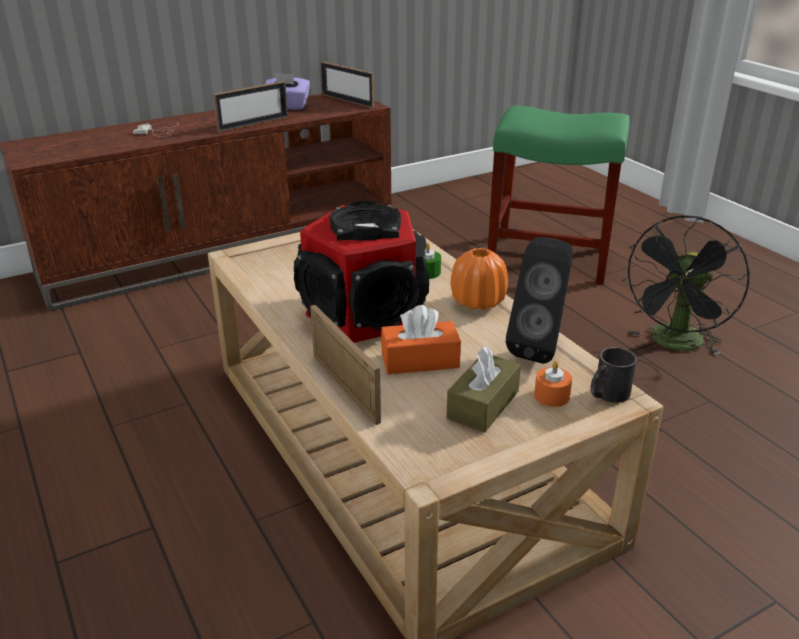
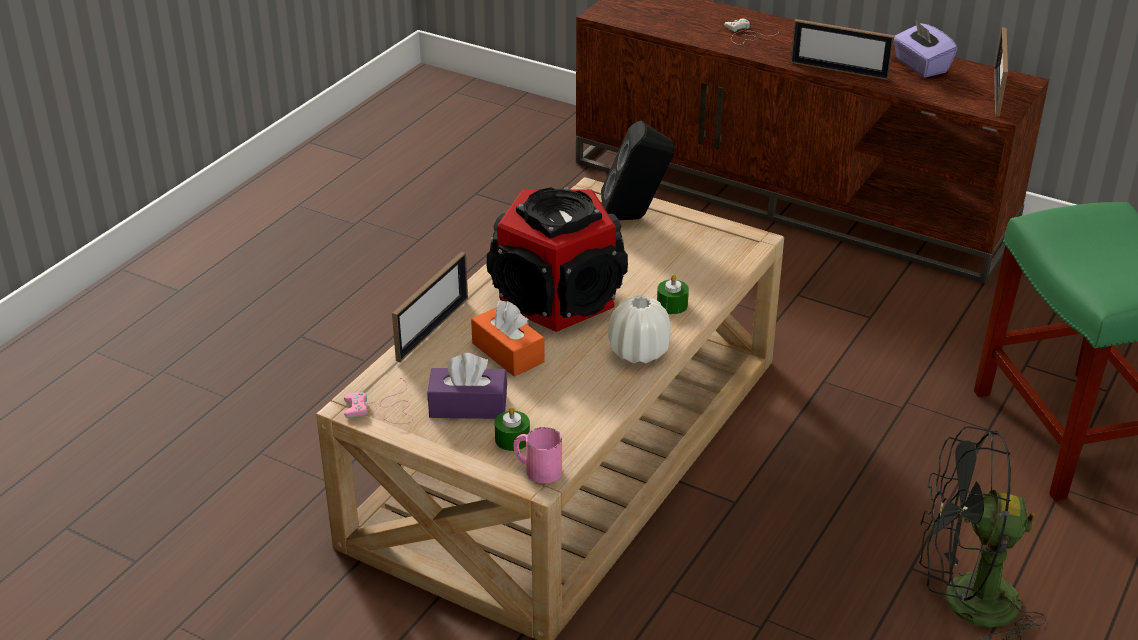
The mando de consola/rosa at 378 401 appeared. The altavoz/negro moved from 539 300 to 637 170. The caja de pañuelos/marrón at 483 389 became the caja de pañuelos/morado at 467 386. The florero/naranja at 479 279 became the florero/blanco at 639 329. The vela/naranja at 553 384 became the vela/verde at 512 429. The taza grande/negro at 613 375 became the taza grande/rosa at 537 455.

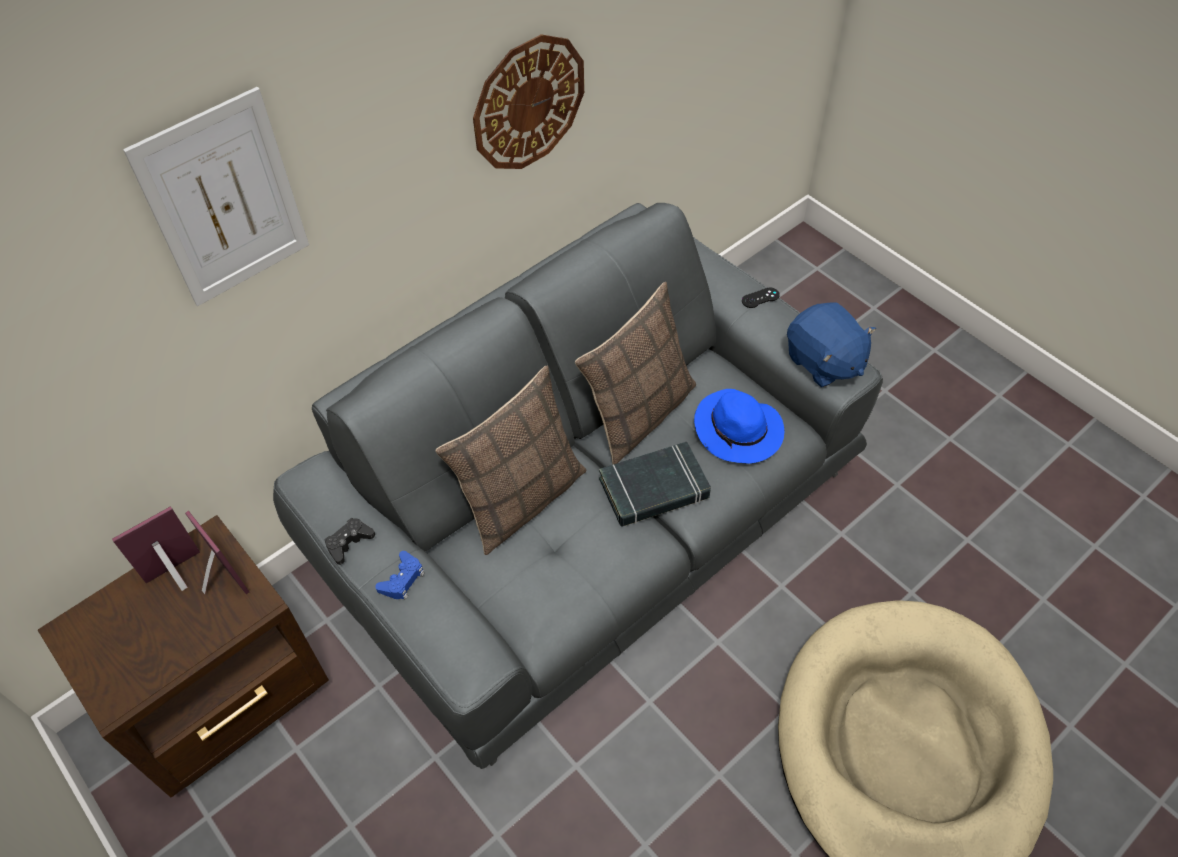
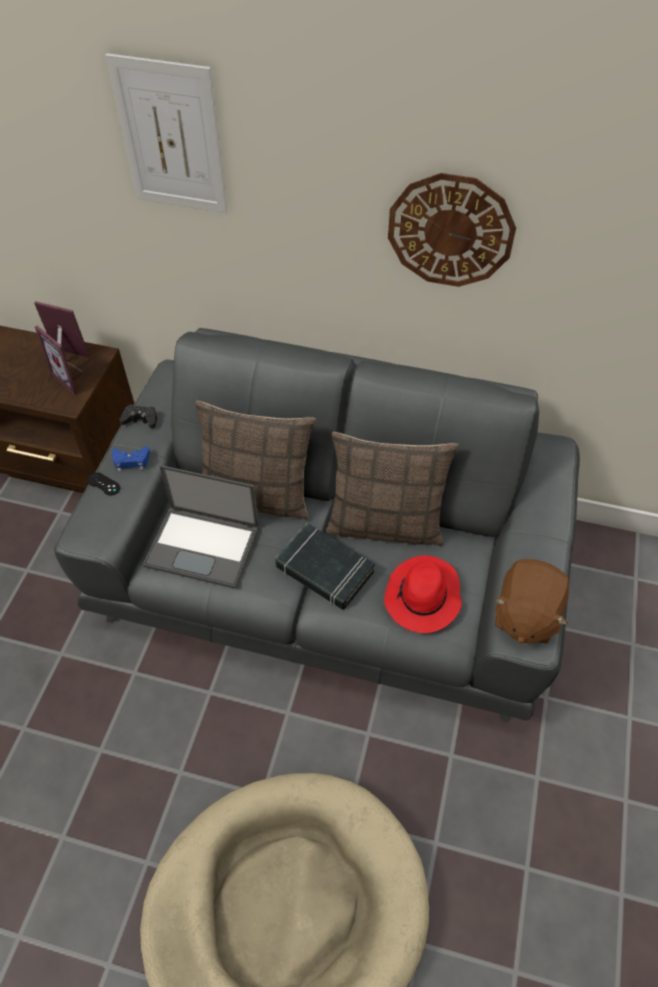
The portátil at 201 527 appeared. The mando de consola/negro moved from 761 298 to 103 484. The sombrero/azul at 739 426 became the sombrero/rojo at 423 594. The peluche/azul at 831 344 became the peluche/marrón at 532 601. The portarretratos at 217 552 turned 120 degrees clockwise.

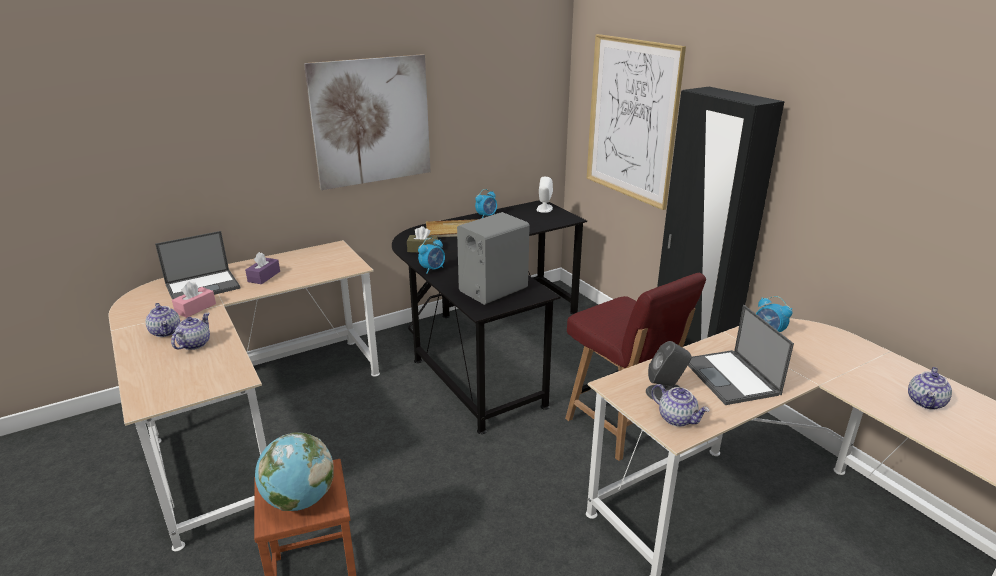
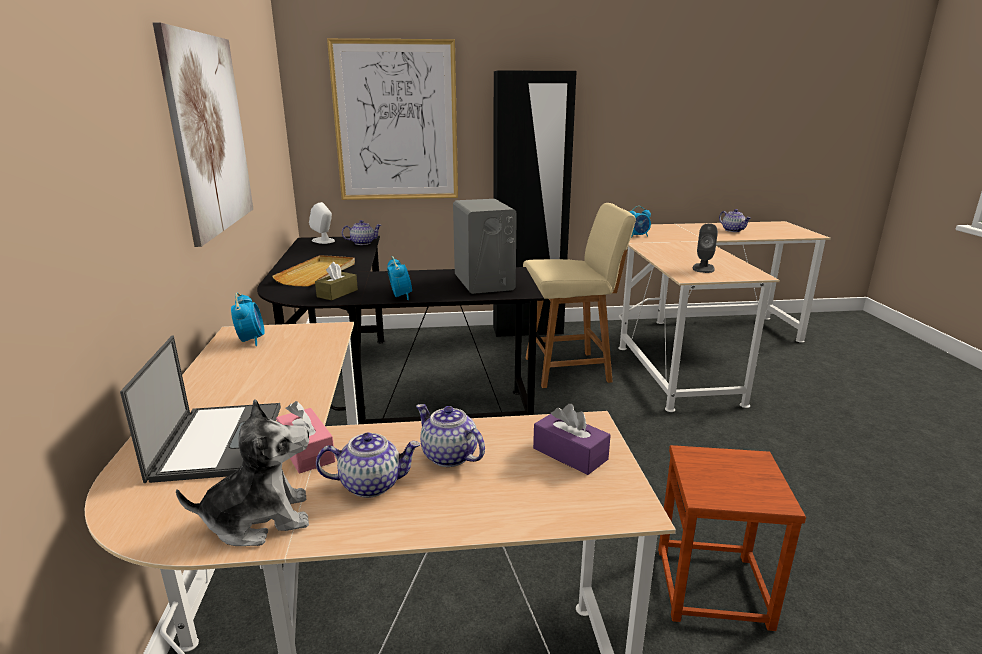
The globo terráqueo at 294 472 disappeared. The portátil at 741 355 disappeared. The peluche at 242 472 appeared. The caja de pañuelos/morado moved from 262 268 to 572 439. The despertador moved from 486 203 to 248 319. The tetera moved from 680 405 to 361 232. The silla/rojo at 635 367 became the silla/beis at 579 295.

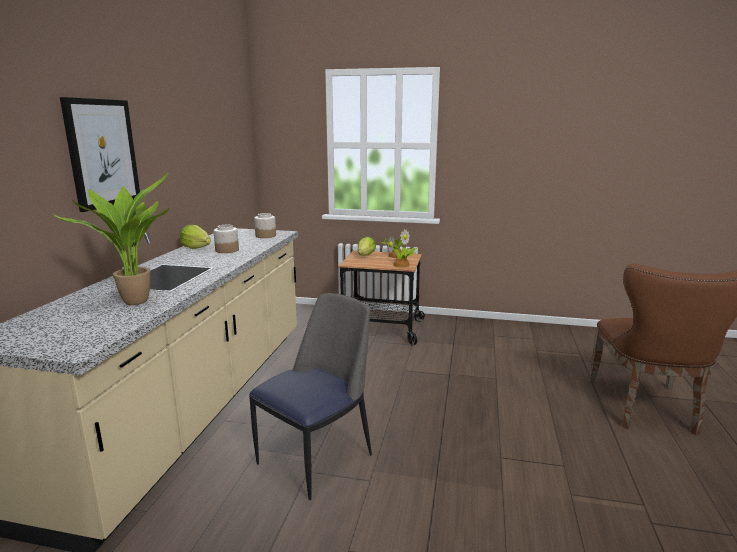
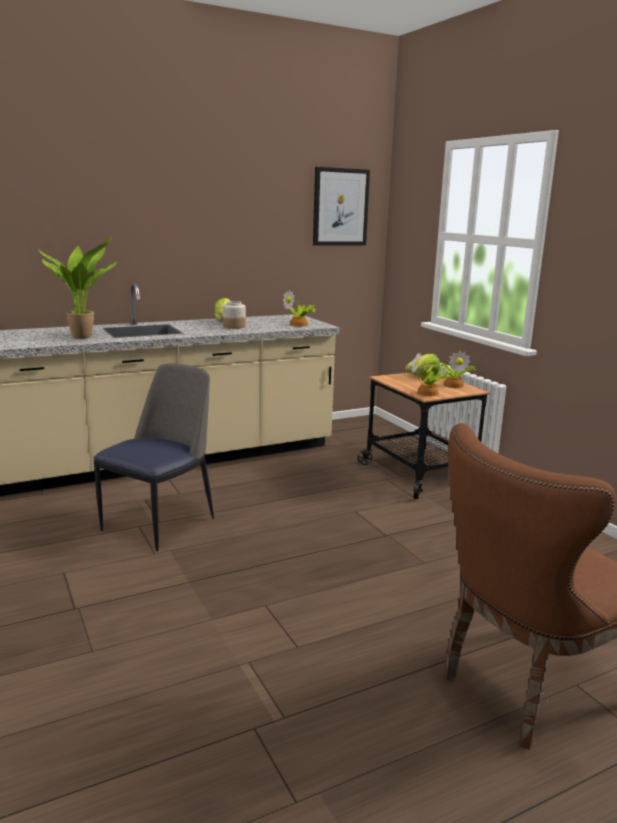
The cuadro moved from 100 154 to 341 206. The tarro at 265 225 was replaced by the planta en maceta at 299 308. The silla at 310 396 turned 60 degrees counterclockwise.

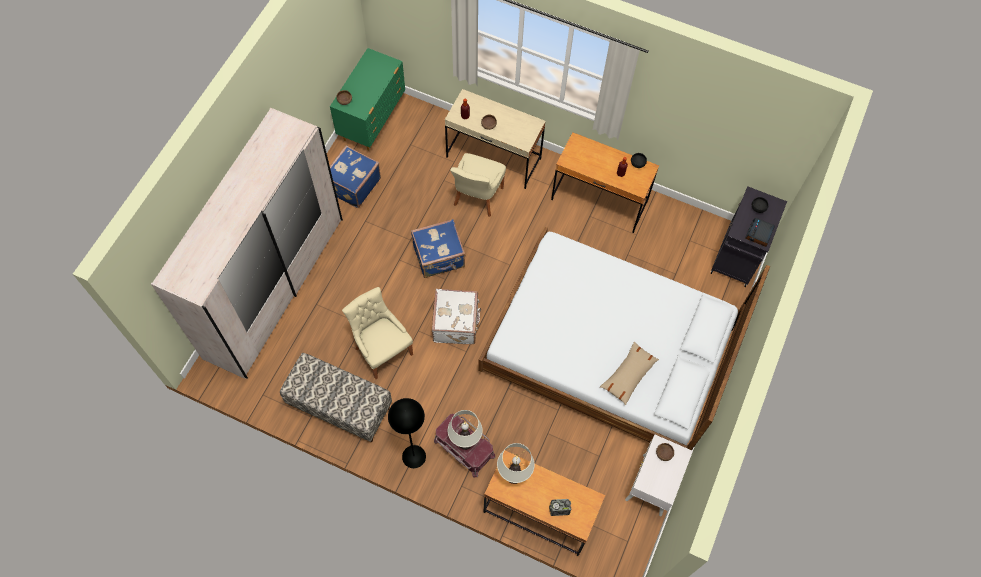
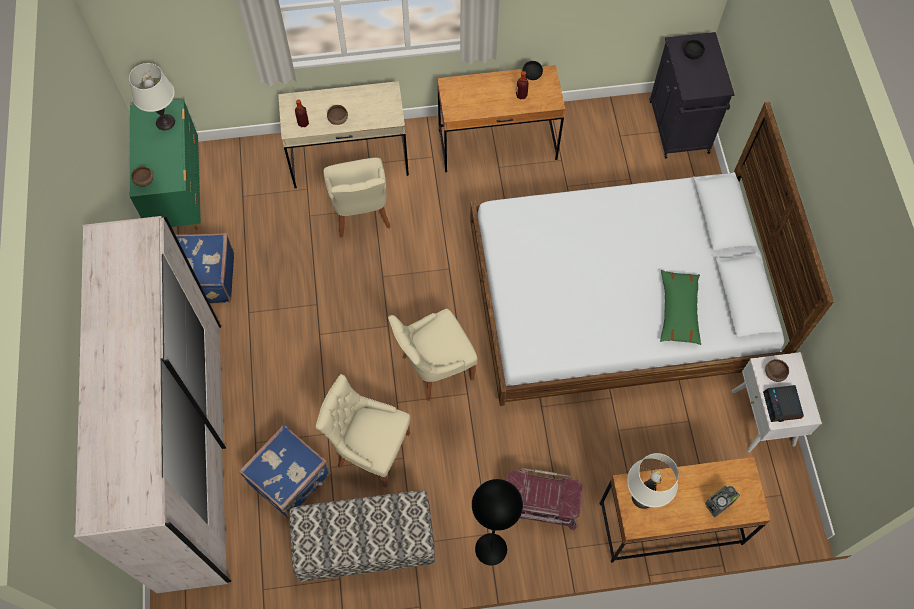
The maleta/azul moved from 438 248 to 285 472. The lámpara de mesa/blanco moved from 465 430 to 152 96. The despertador moved from 760 232 to 783 403. The maleta/blanco at 456 317 was replaced by the silla/beis at 433 355. The cojín/beis at 629 373 became the cojín/verde at 680 307.

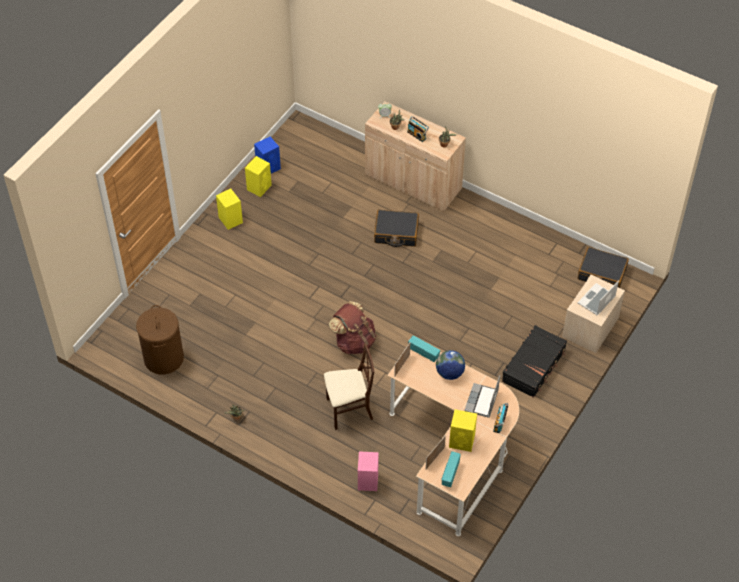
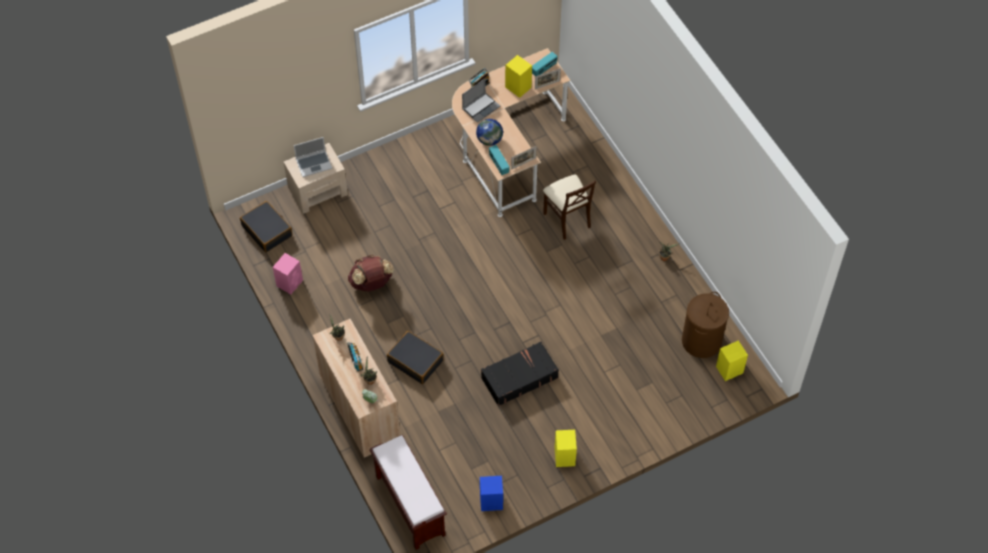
The banco/marrón at 408 492 appeared. The altavoz/amarillo moved from 258 176 to 732 360. The mochila/marrón moved from 352 328 to 371 273. The altavoz/rosa moved from 368 471 to 288 273. The maleta/negro moved from 534 361 to 520 373. The silla/beis at 349 386 turned 135 degrees counterclockwise.

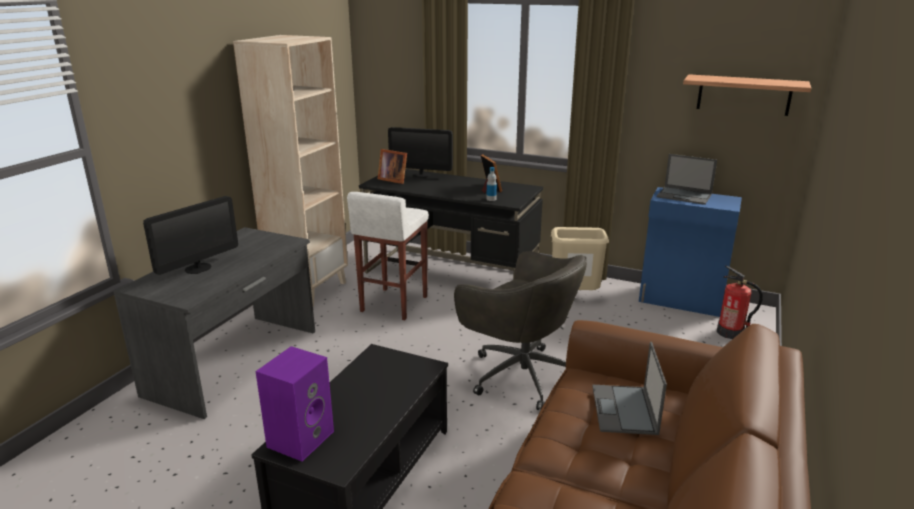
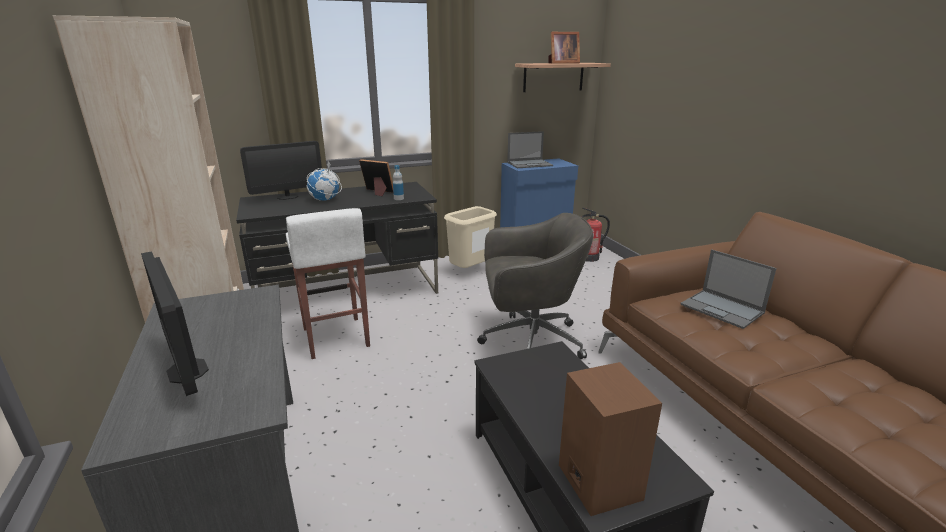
The globo terráqueo at 324 181 appeared. The portarretratos moved from 392 166 to 564 48. The altavoz/morado at 295 403 became the altavoz/marrón at 610 439. The monitor at 190 235 turned 150 degrees clockwise.

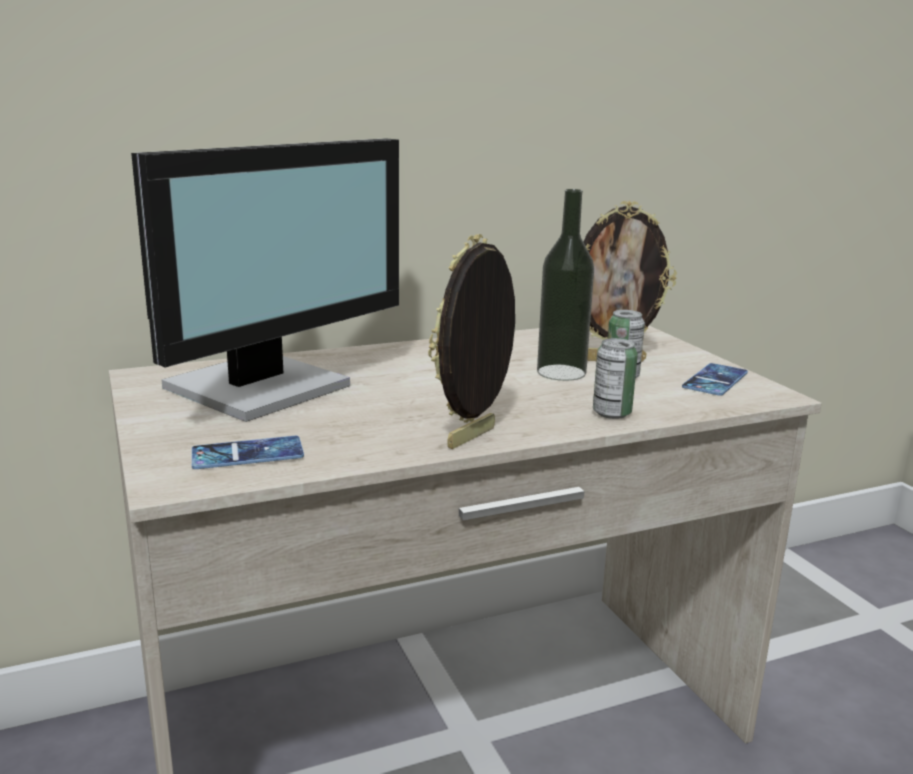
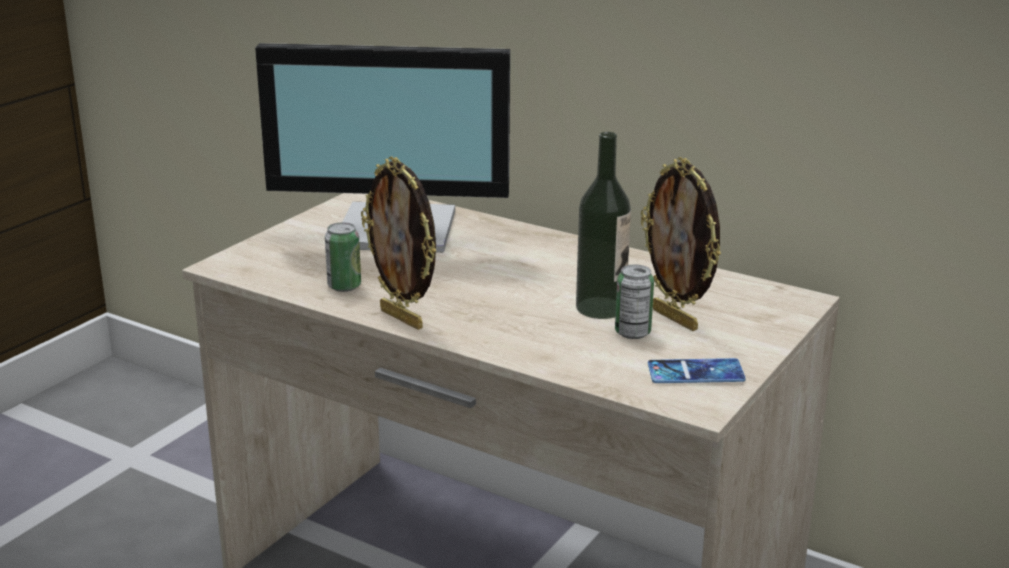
The móvil at 248 452 disappeared. The lata moved from 615 378 to 343 257. The portarretratos at 471 341 turned 135 degrees counterclockwise.

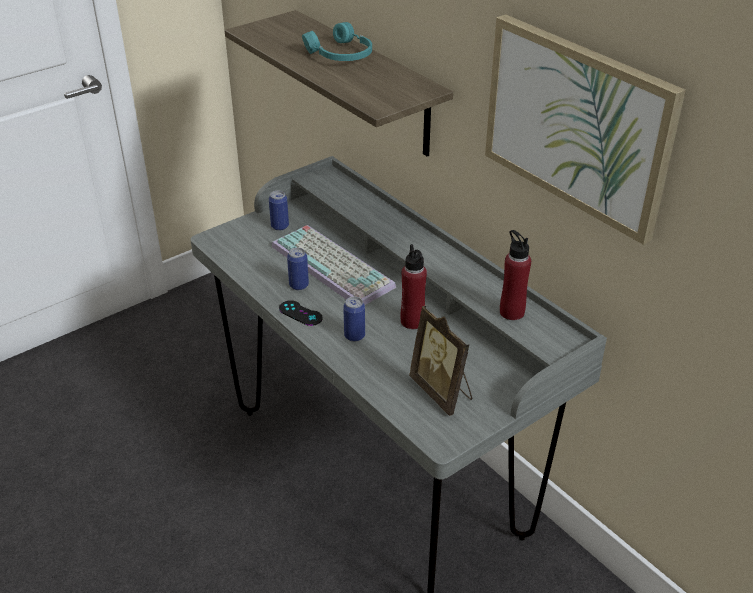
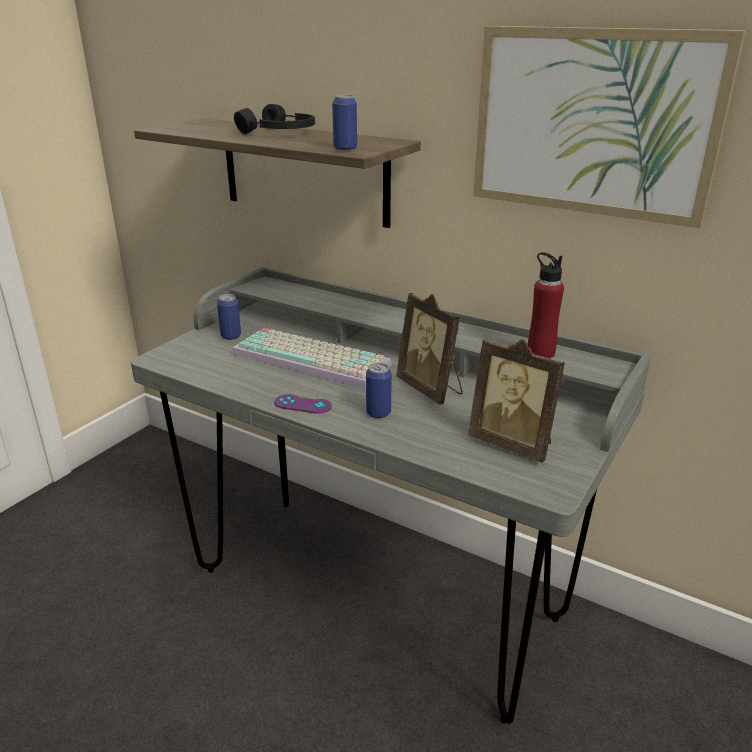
The lata moved from 298 268 to 344 123. The botella/rojo at 413 286 was replaced by the portarretratos at 429 349. The mando de consola/negro at 301 313 became the mando de consola/morado at 303 404. The auriculares/turquesa at 337 41 became the auriculares/negro at 274 119.

